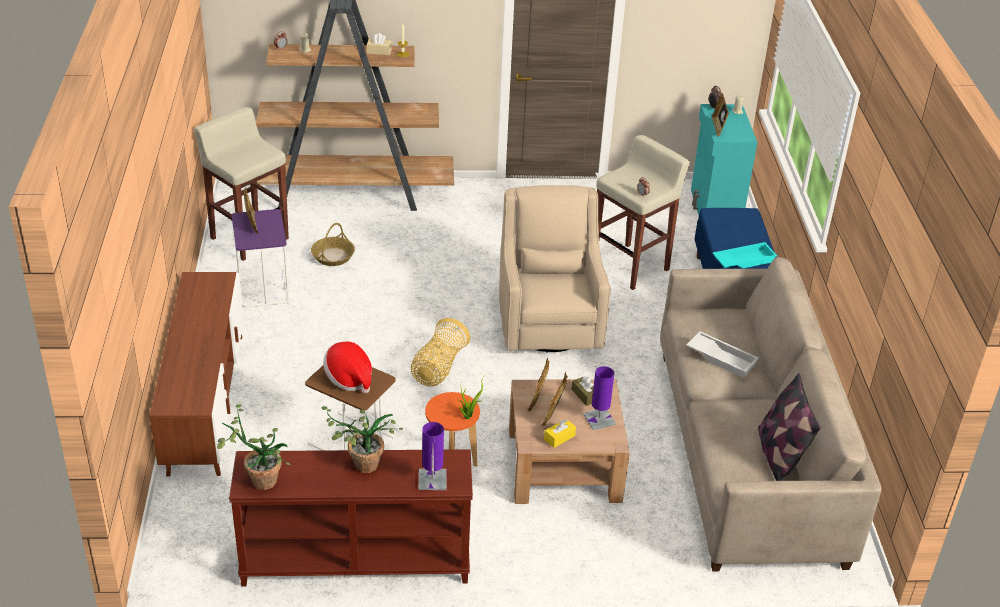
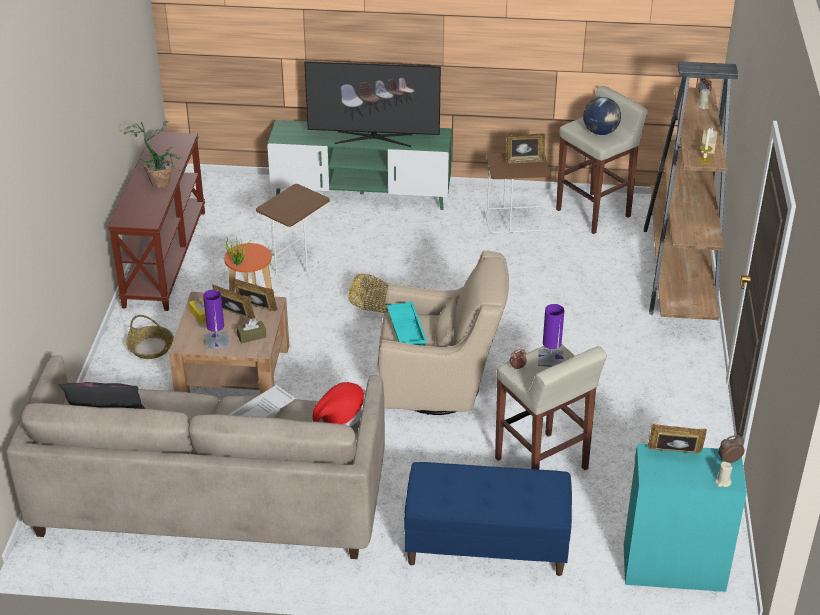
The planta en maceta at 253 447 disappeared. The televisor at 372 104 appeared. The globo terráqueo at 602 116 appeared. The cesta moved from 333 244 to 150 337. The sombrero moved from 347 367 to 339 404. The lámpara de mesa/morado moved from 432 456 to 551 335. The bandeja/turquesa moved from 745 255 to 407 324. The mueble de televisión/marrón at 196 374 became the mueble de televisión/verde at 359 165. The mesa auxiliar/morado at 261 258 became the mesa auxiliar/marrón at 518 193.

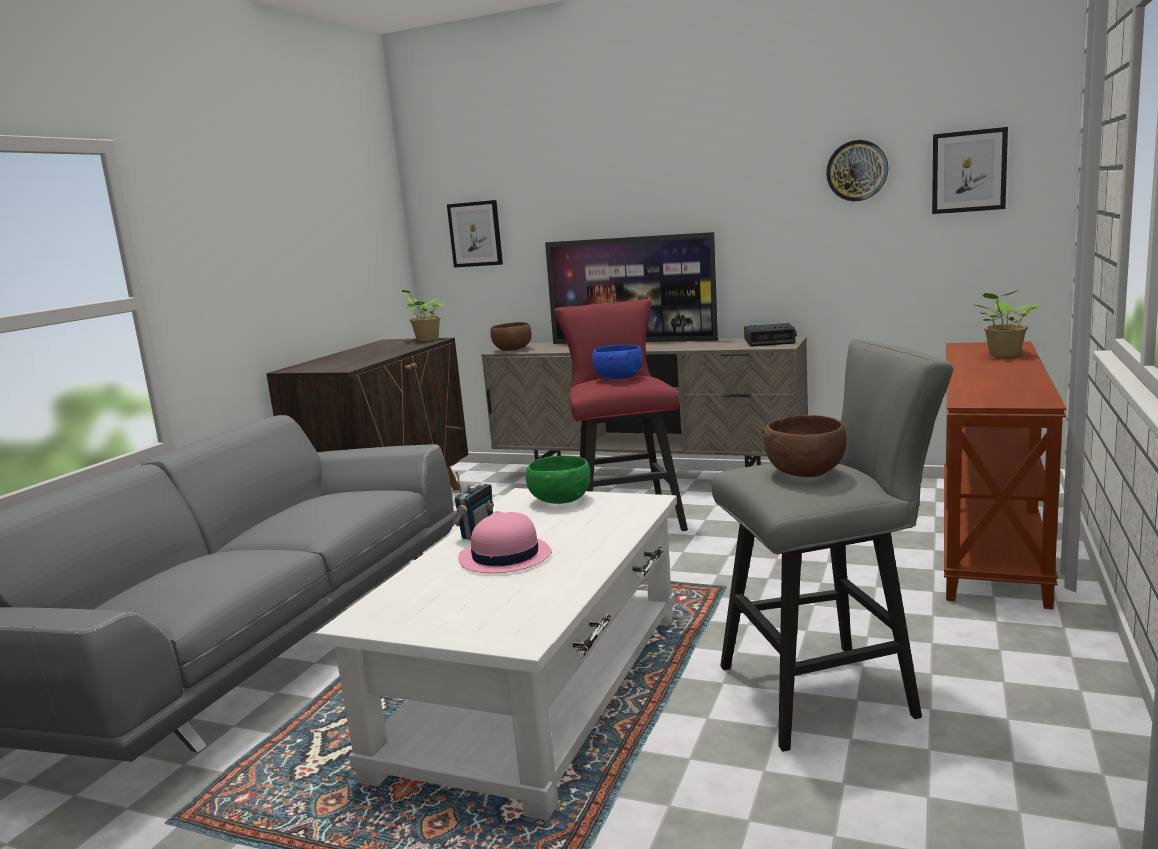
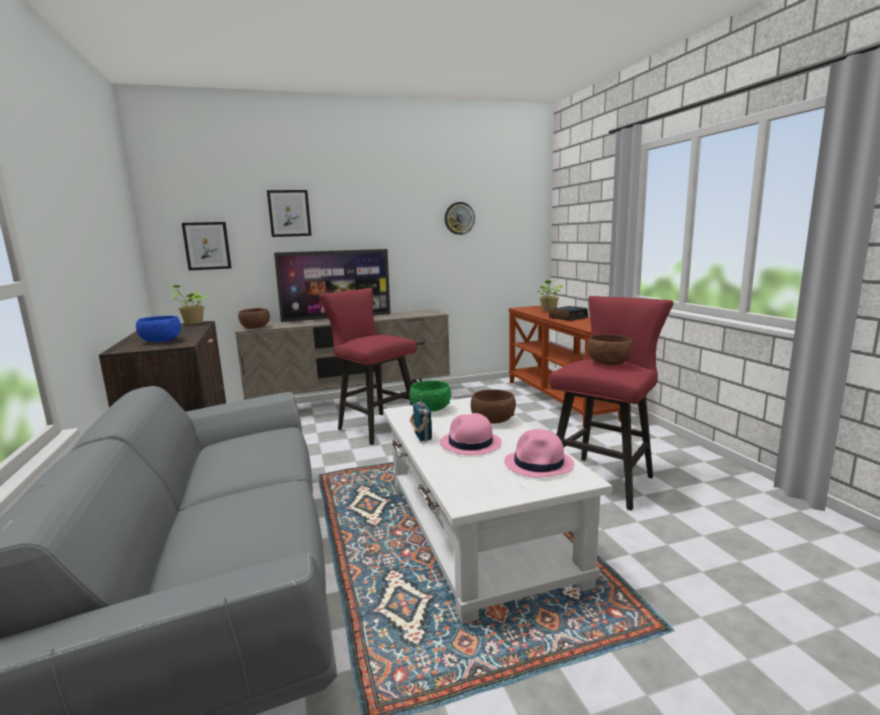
The cuenco/marrón at 493 406 appeared. The sombrero/rosa at 539 453 appeared. The cuenco/azul moved from 617 362 to 158 329. The despertador moved from 770 335 to 569 313. The cuadro moved from 970 170 to 289 213. The taburete/gris at 832 545 became the taburete/rojo at 611 403.

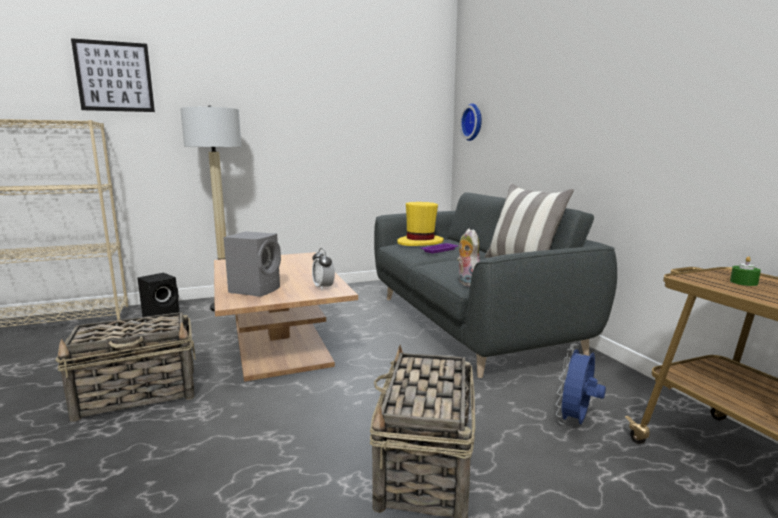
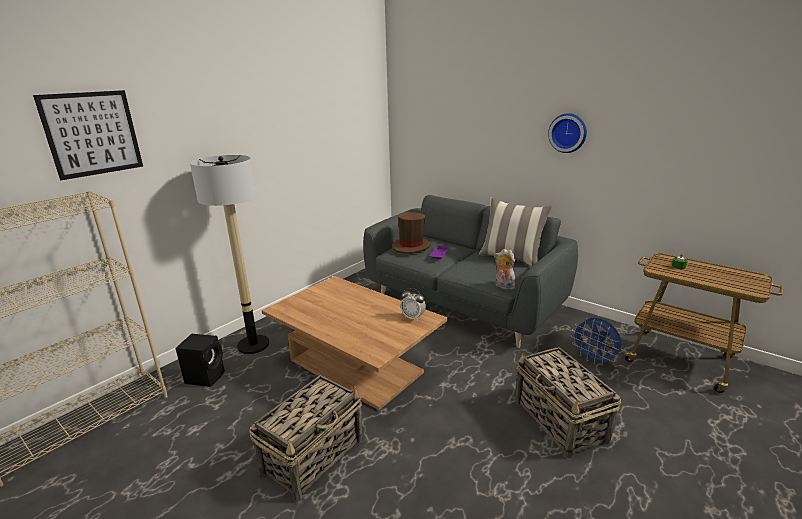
The altavoz/gris at 252 264 disappeared. The reloj de pared moved from 471 122 to 567 133. The sombrero/amarillo at 420 224 became the sombrero/marrón at 411 233. The ventilador/azul at 581 384 turned 45 degrees counterclockwise.

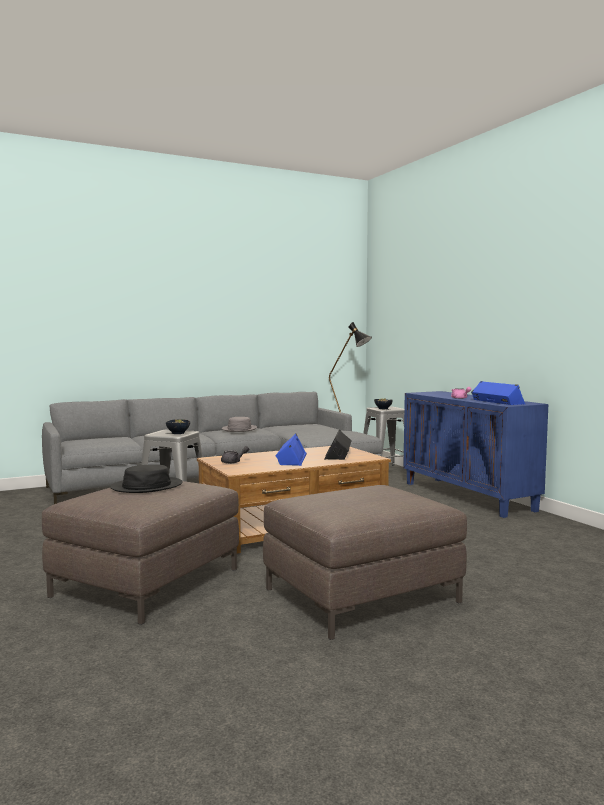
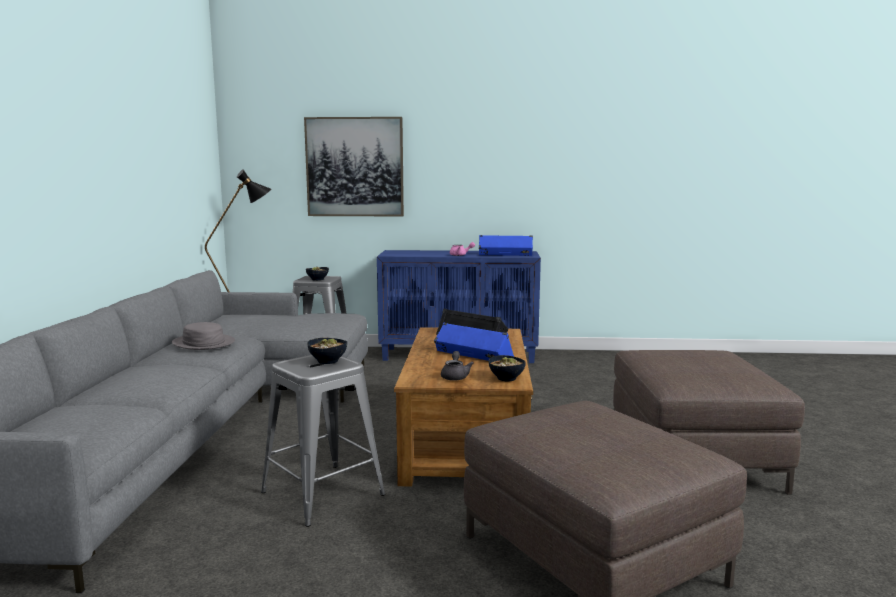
The sombrero/negro at 146 478 disappeared. The cuadro at 354 166 appeared. The cuenco at 507 368 appeared.

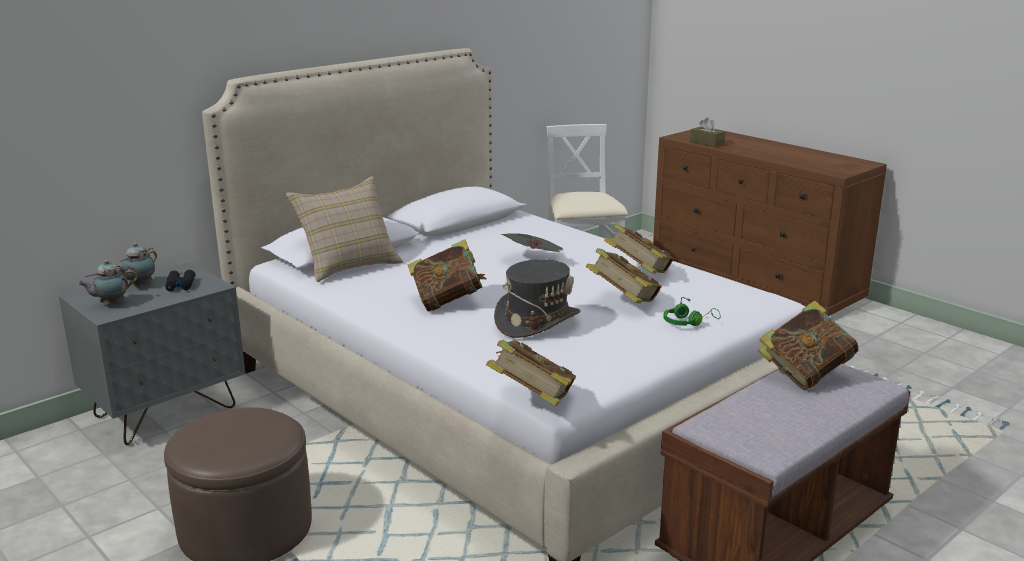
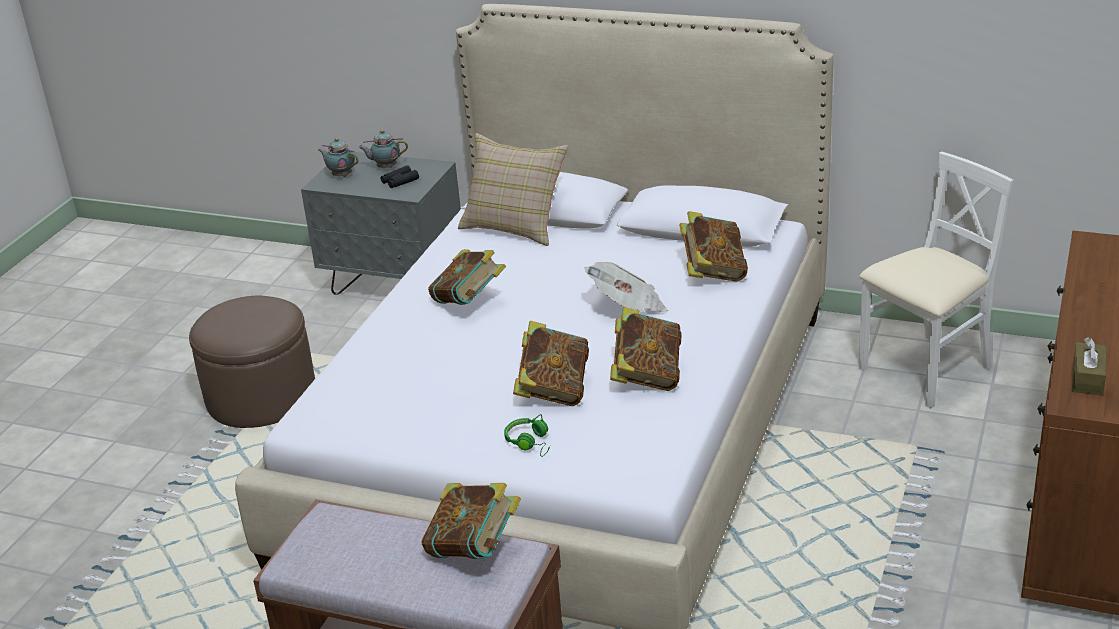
The sombrero/gris at 537 298 disappeared. The libro moved from 531 373 to 713 246. The caja de pañuelos/marrón moved from 708 132 to 1089 366.

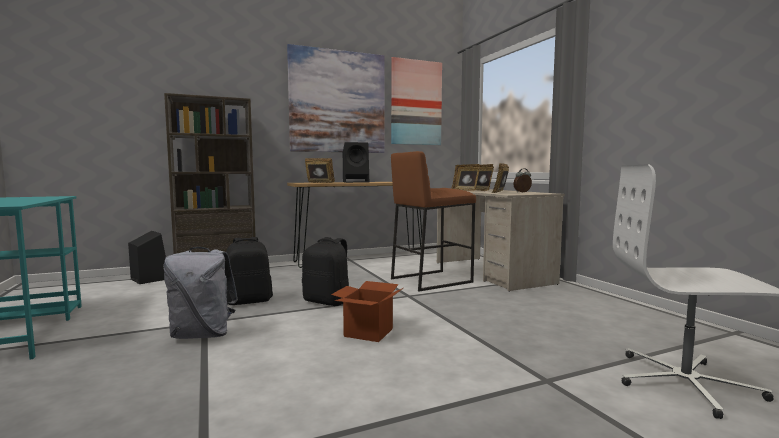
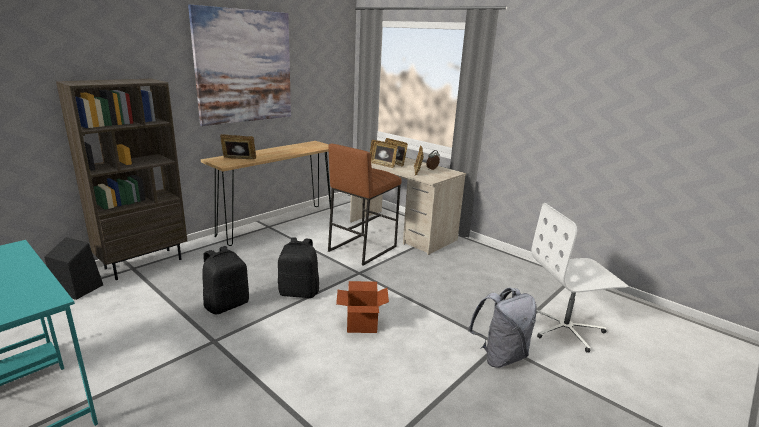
The altavoz/negro at 356 162 disappeared. The cuadro at 416 101 disappeared. The mochila/gris moved from 200 293 to 502 327.

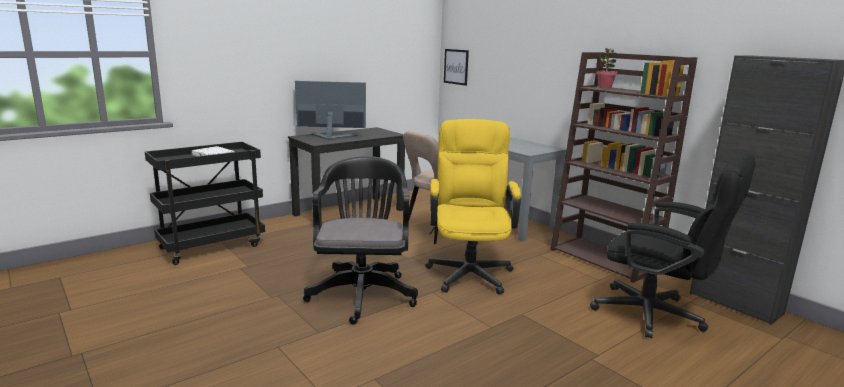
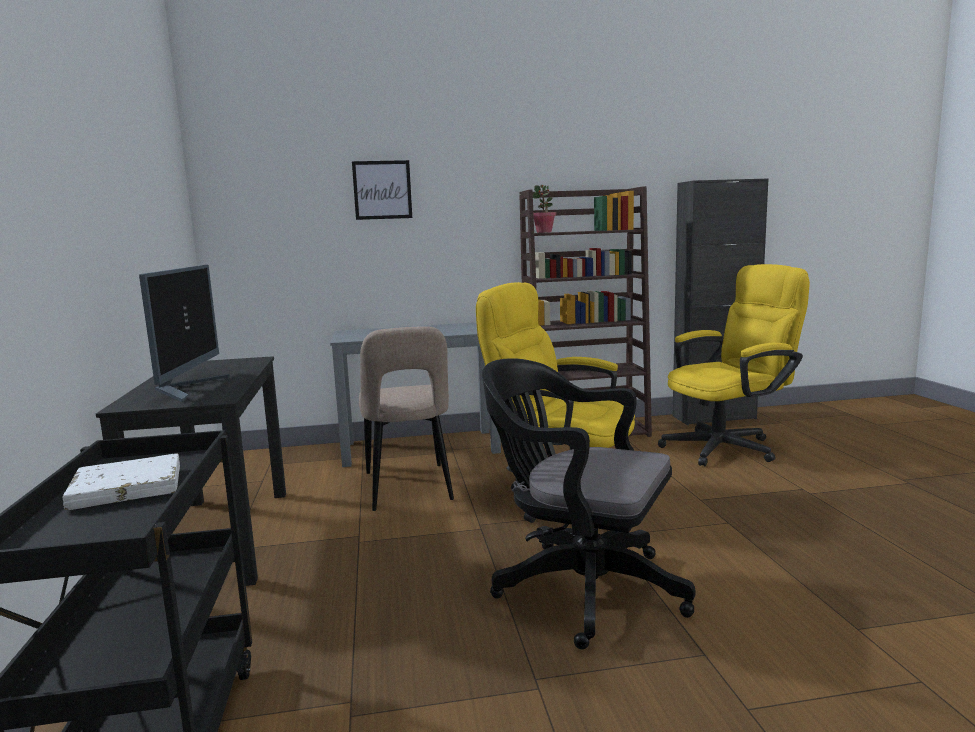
The cuadro moved from 456 67 to 382 190. The silla de oficina/negro at 672 245 became the silla de oficina/amarillo at 734 365. The monitor at 330 110 turned 150 degrees clockwise.

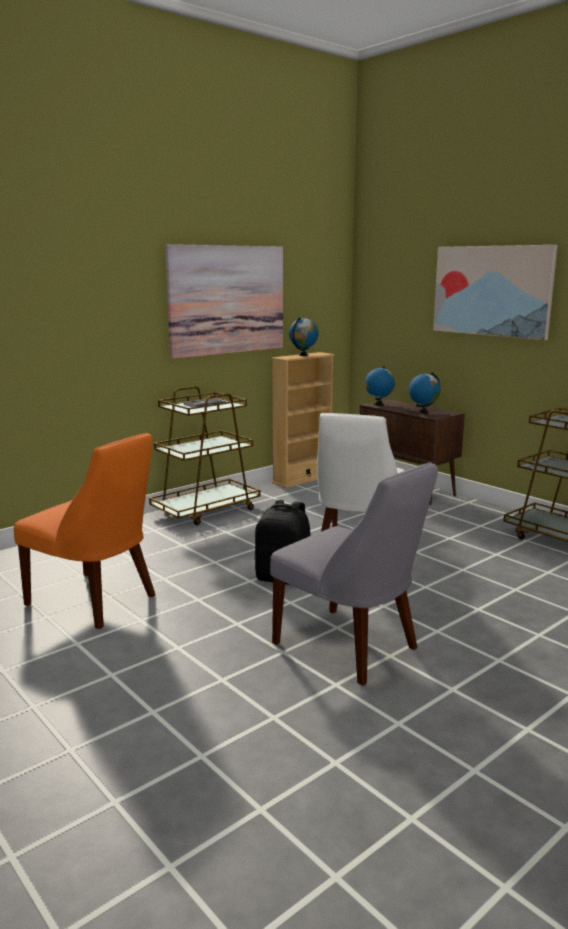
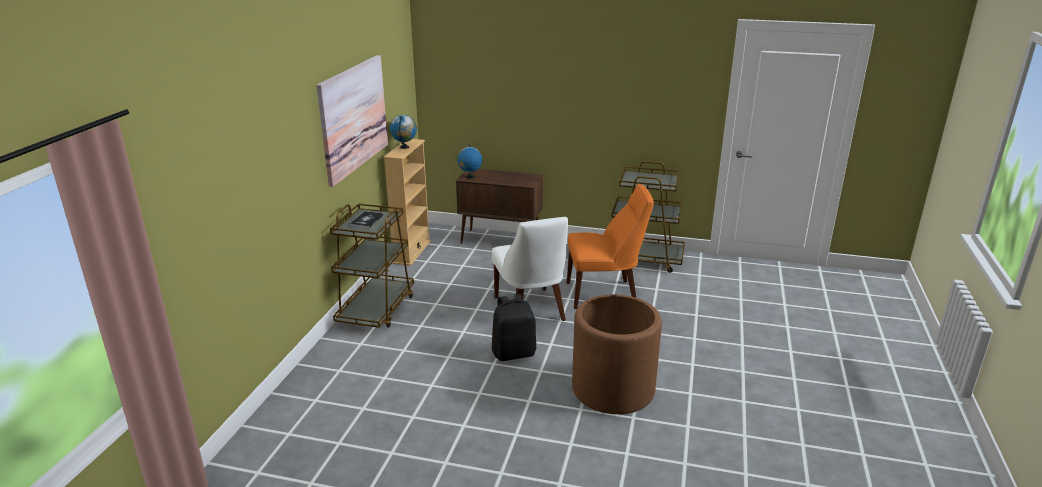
The globo terráqueo at 425 392 disappeared. The cuadro at 495 292 disappeared. The silla/naranja moved from 84 531 to 610 246. The silla/gris at 354 573 was replaced by the maceta/marrón at 617 354.

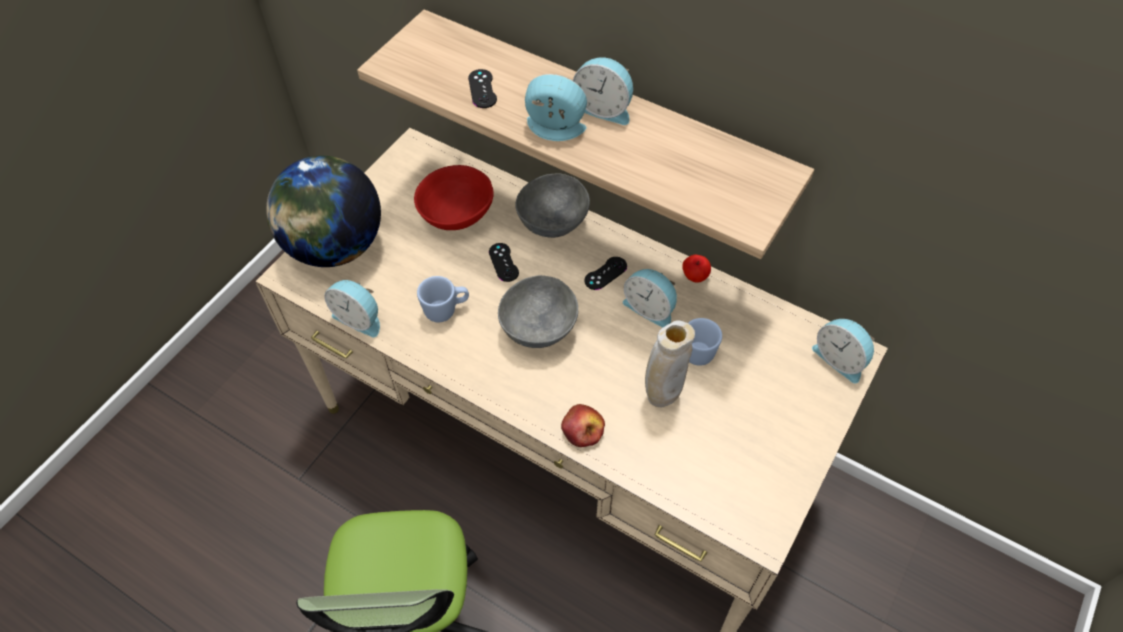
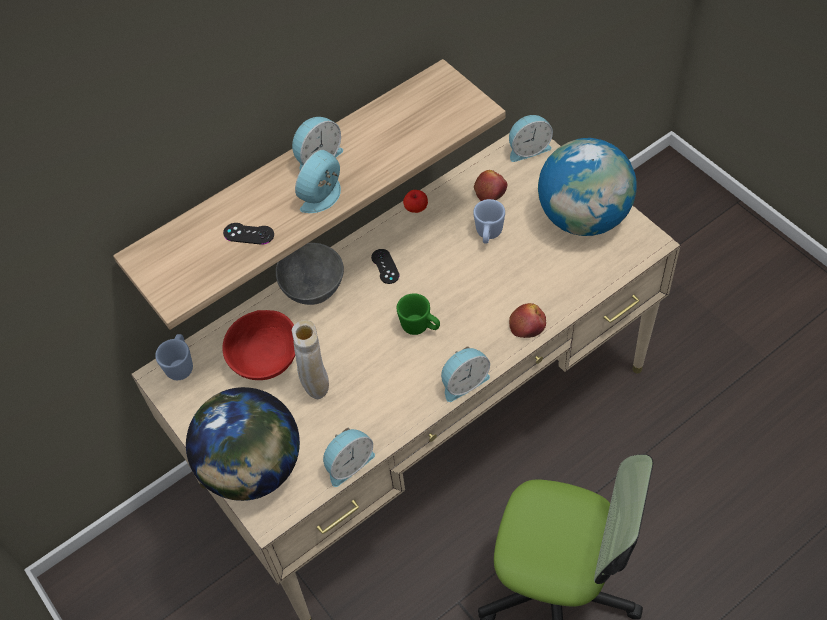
The mando de consola/negro at 504 262 disappeared. The manzana at 490 185 appeared. The globo terráqueo at 587 187 appeared. The taza grande/azul moved from 443 299 to 174 357. The despertador moved from 650 298 to 465 374. The florero/beis moved from 670 364 to 310 359. The cuenco/gris at 538 311 was replaced by the taza grande/verde at 418 314.

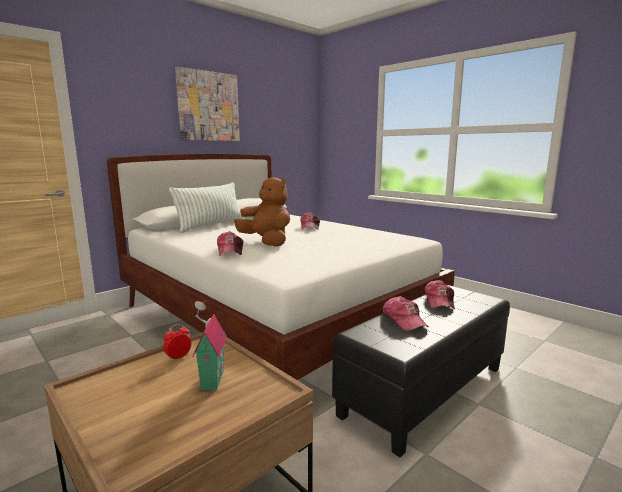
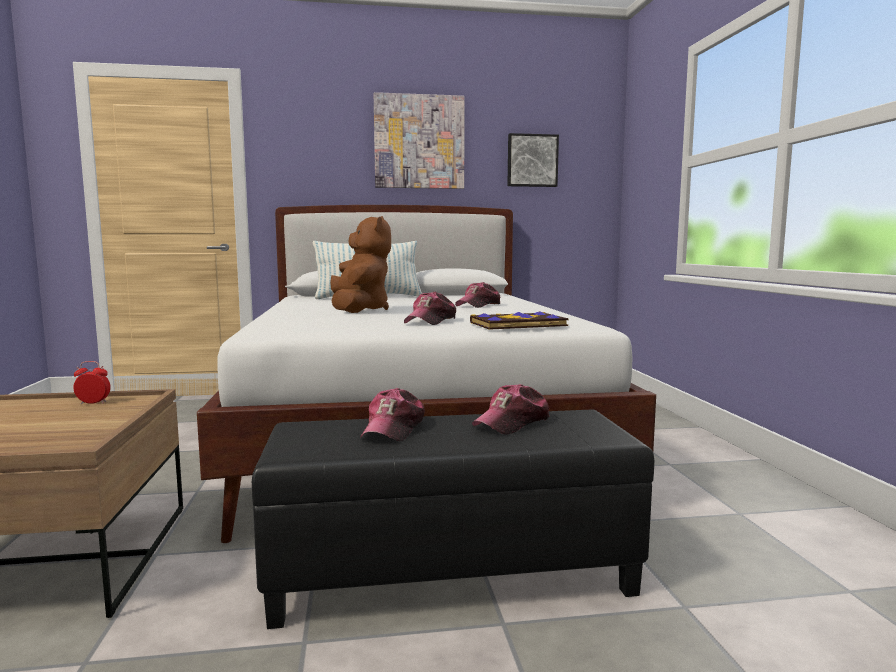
The casita at 209 346 disappeared. The libro at 519 320 appeared. The cuadro at 533 160 appeared. The gorra moved from 230 243 to 430 308.

